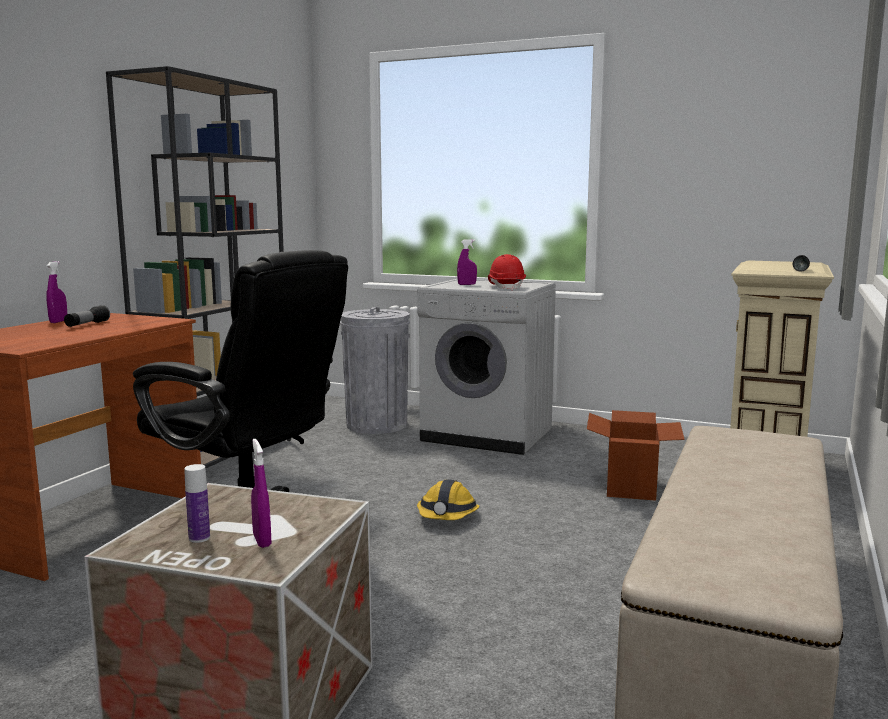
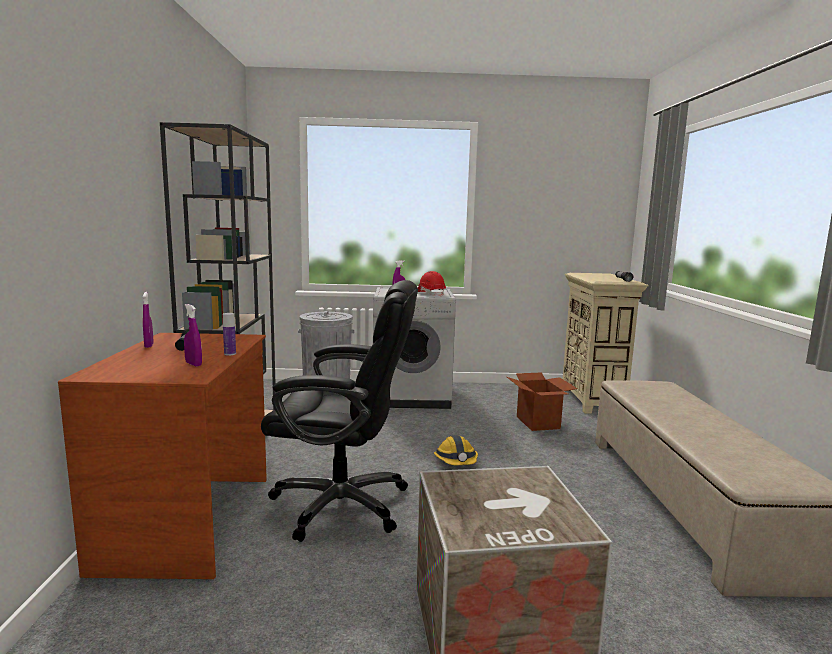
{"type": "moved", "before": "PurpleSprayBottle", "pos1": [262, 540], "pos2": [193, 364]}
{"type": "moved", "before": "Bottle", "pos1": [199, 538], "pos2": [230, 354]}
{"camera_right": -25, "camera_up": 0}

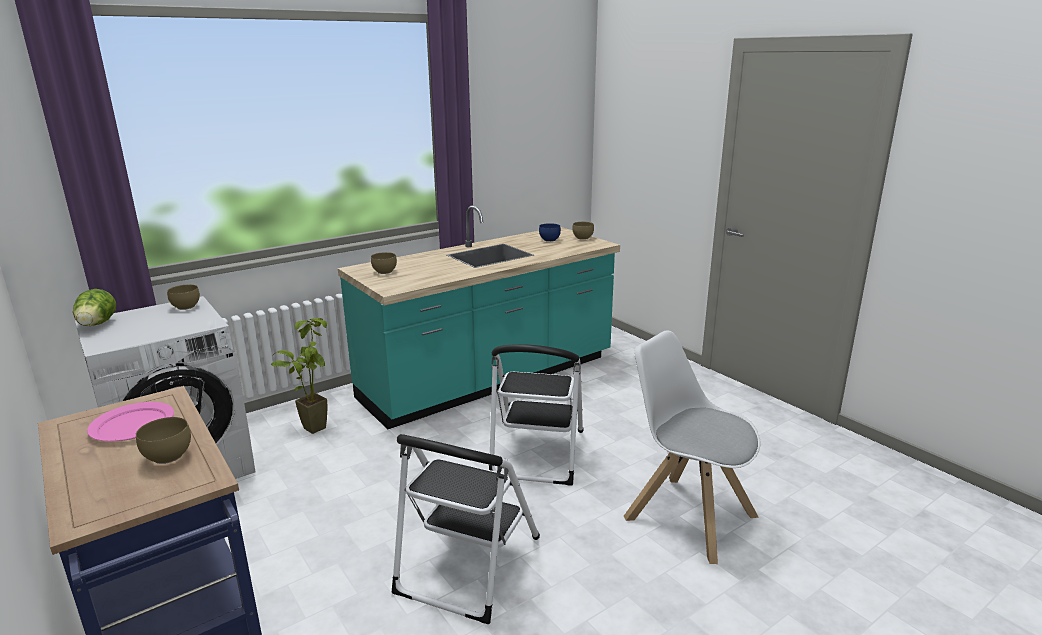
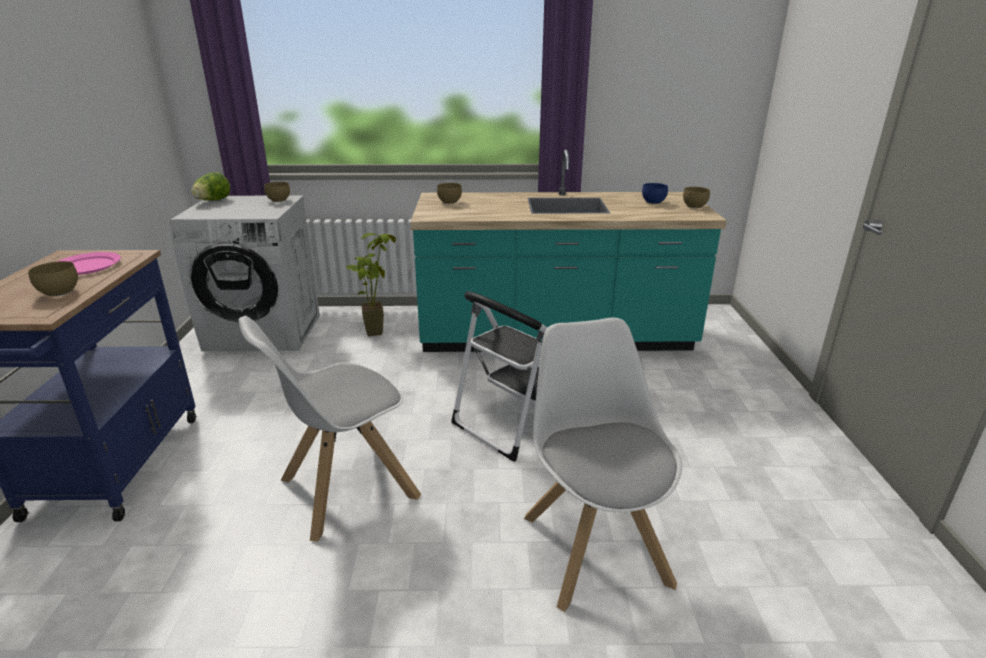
{"type": "replaced", "before": "StepLadder", "after": "Chair", "pos1": [466, 567], "pos2": [345, 489]}
{"camera_right": 35, "camera_up": 5}

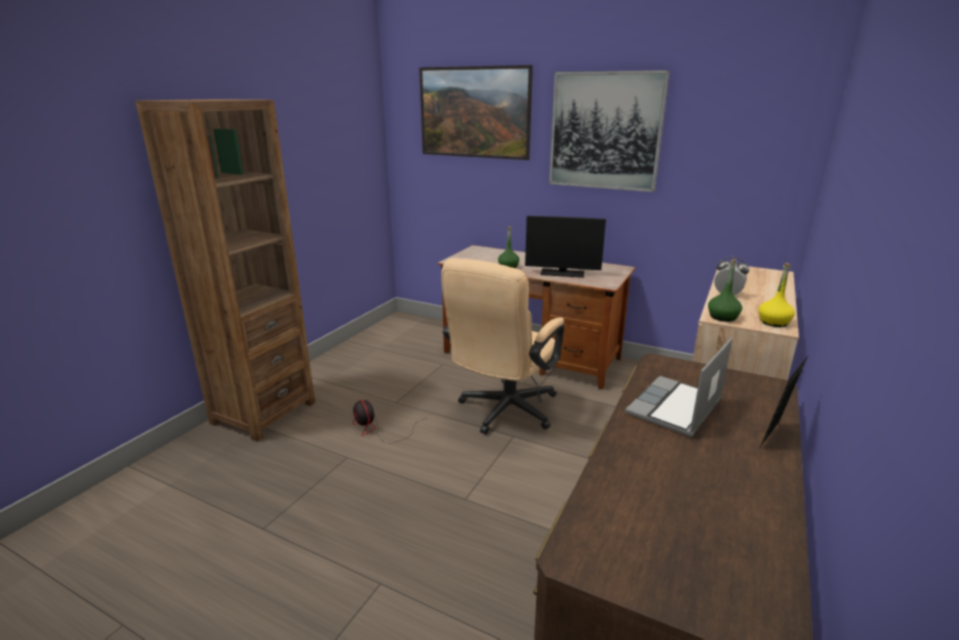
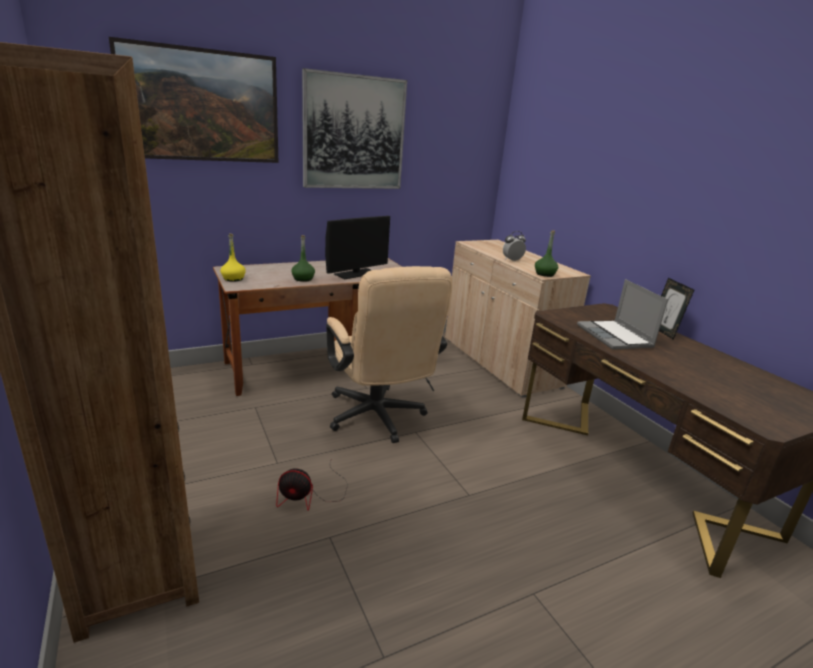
{"type": "moved", "before": "YellowBottle", "pos1": [774, 322], "pos2": [233, 279]}
{"camera_right": -55, "camera_up": 0}

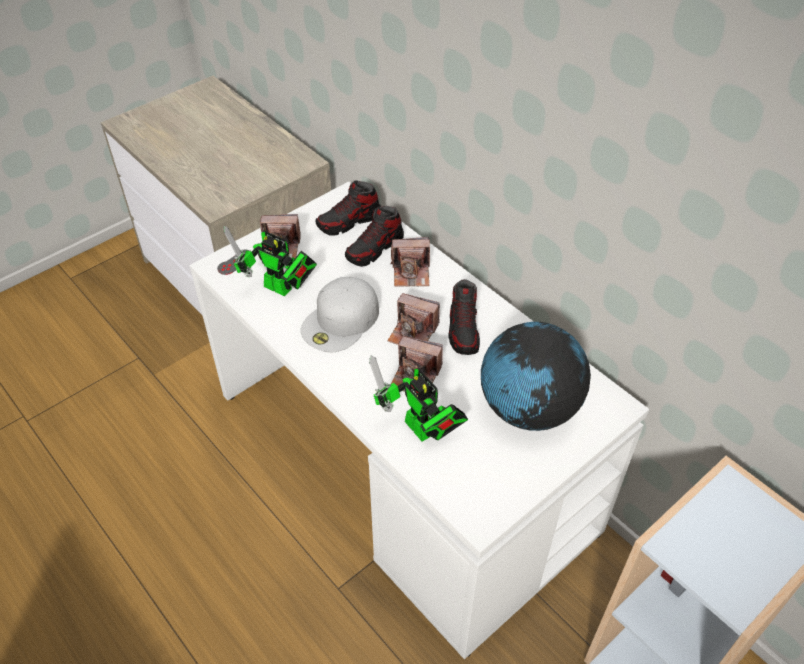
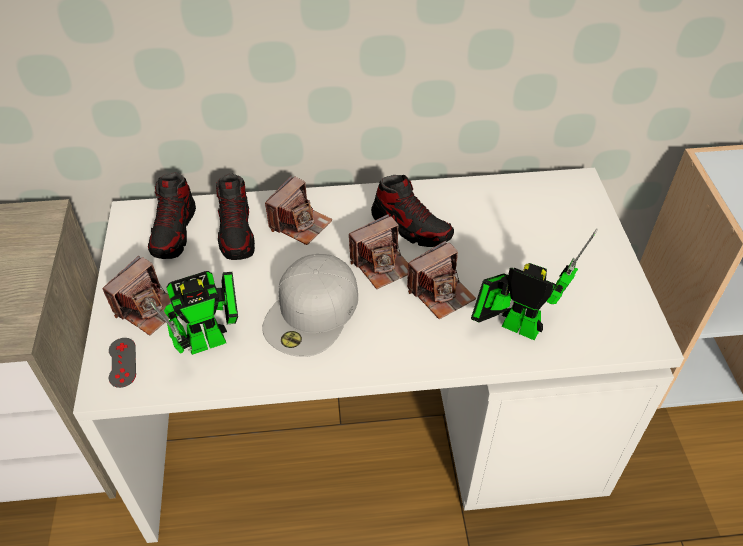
{"type": "turned", "before": "WhiteCap", "pos1": [341, 321], "pos2": [312, 312], "turn": 45}
{"type": "removed", "before": "Globe", "pos1": [528, 408]}
{"type": "turned", "before": "ToyRobot", "pos1": [422, 432], "pos2": [514, 325], "turn": -150}
{"camera_right": -55, "camera_up": 0}

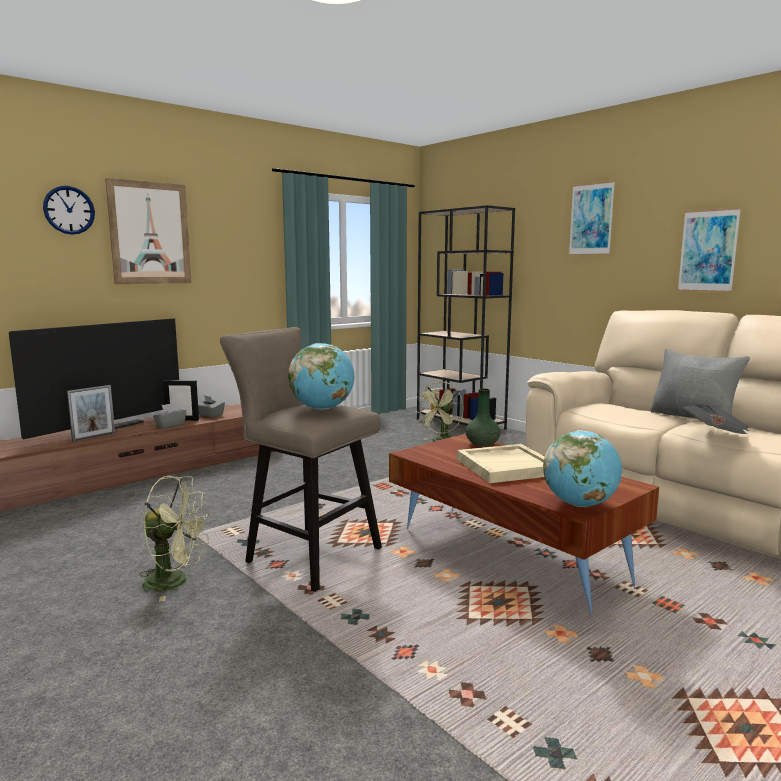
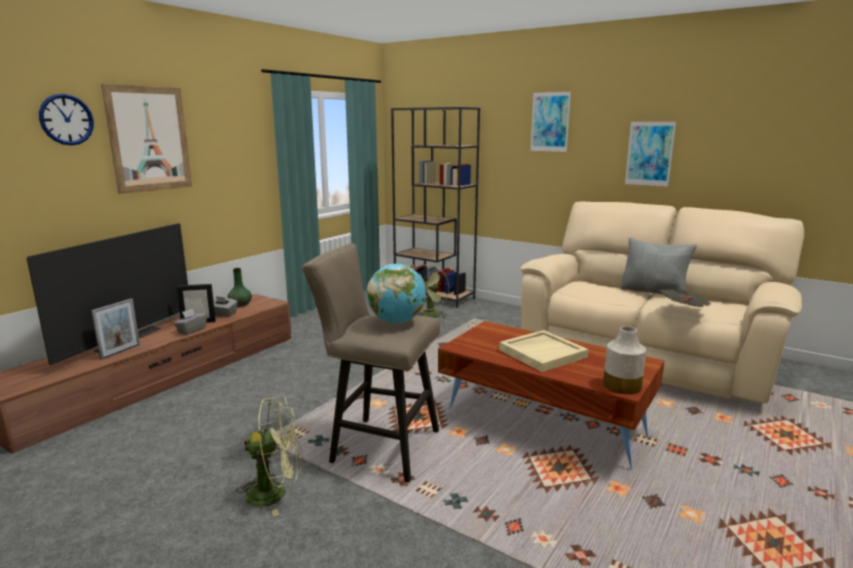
{"type": "moved", "before": "GreenVase", "pos1": [482, 444], "pos2": [240, 305]}
{"type": "replaced", "before": "Globe", "after": "BeigeVase", "pos1": [580, 504], "pos2": [622, 385]}
{"camera_right": -15, "camera_up": 5}

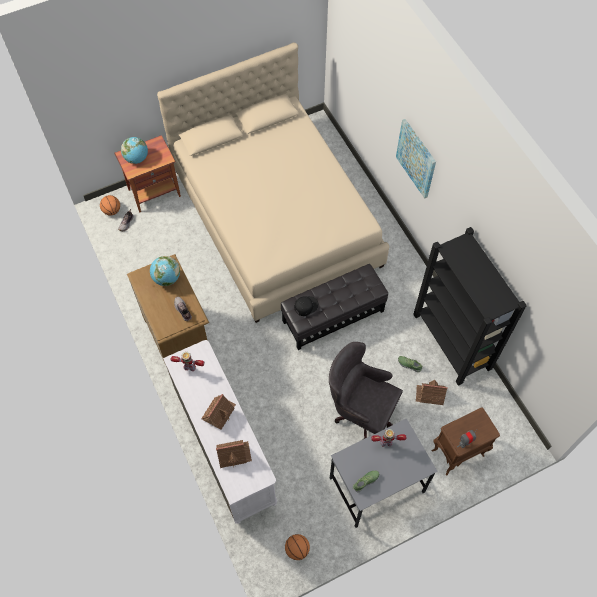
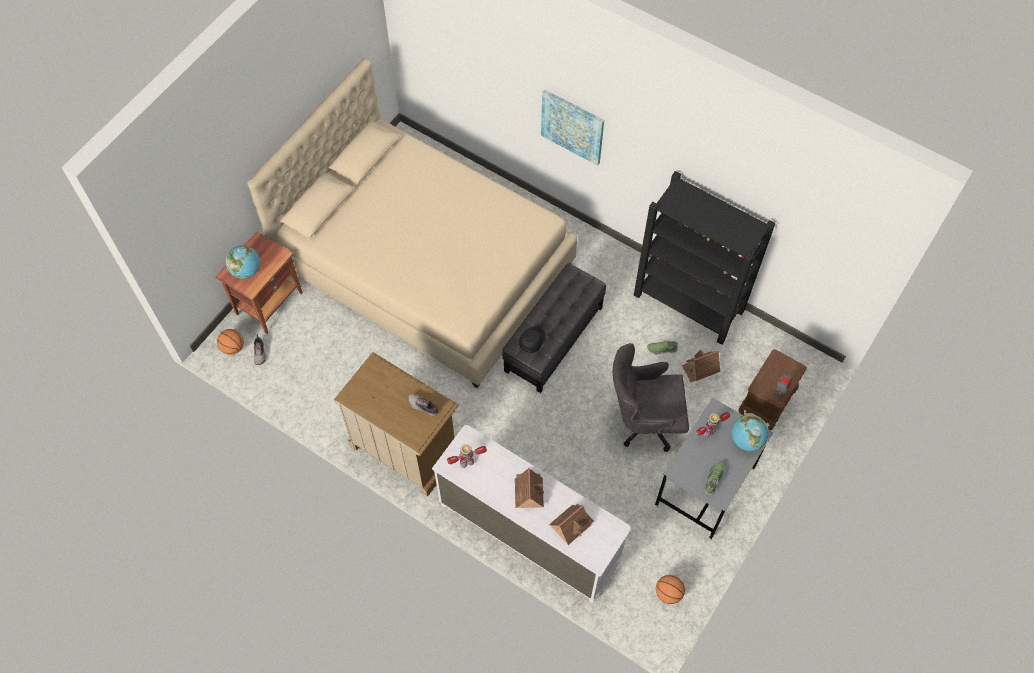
{"type": "moved", "before": "Globe", "pos1": [166, 278], "pos2": [746, 440]}
{"camera_right": -30, "camera_up": 0}

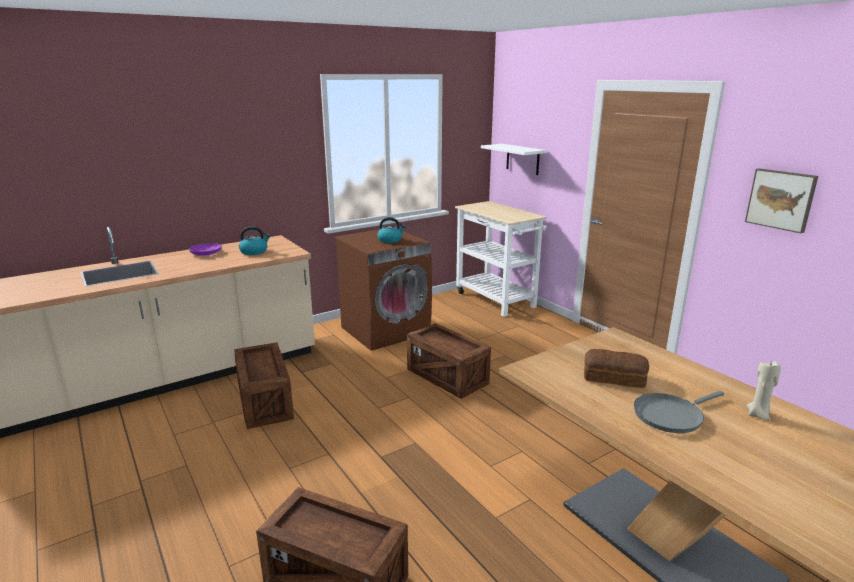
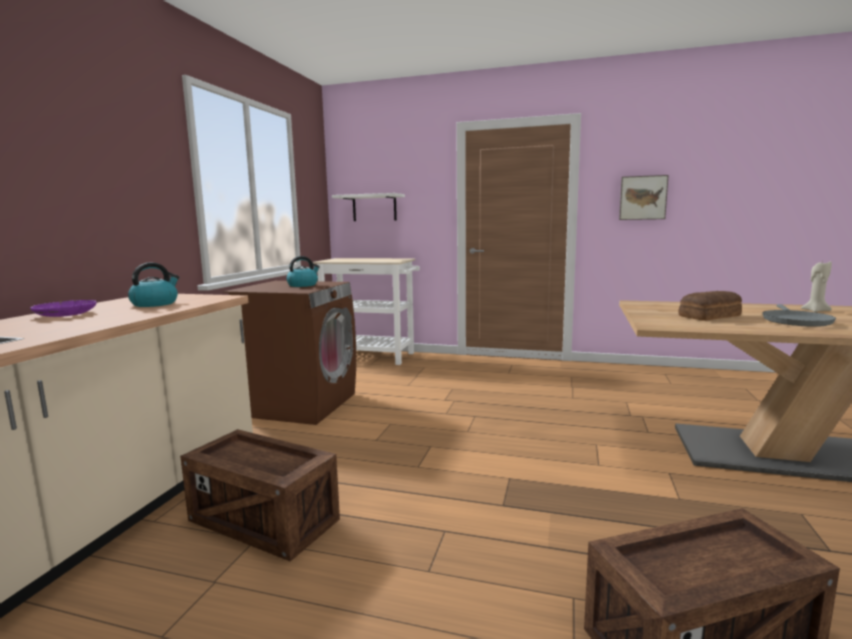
{"type": "removed", "before": "Crate", "pos1": [447, 377]}
{"camera_right": -40, "camera_up": -10}

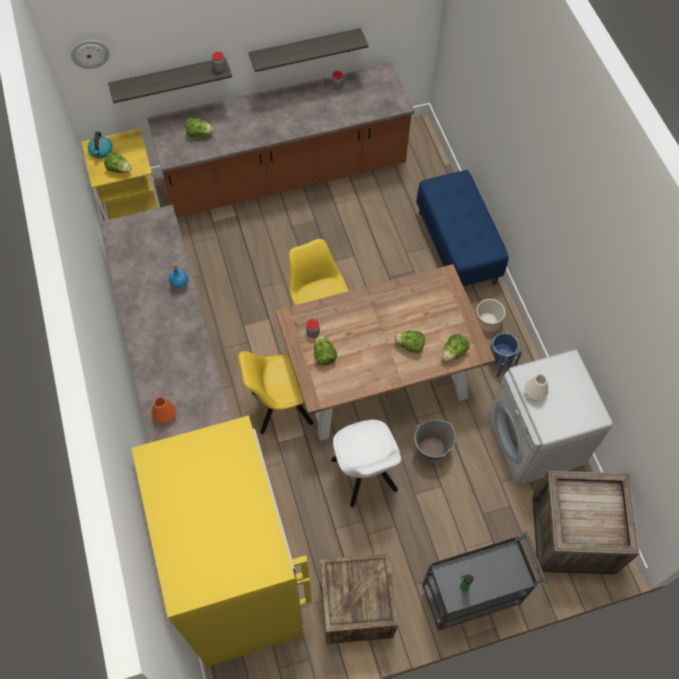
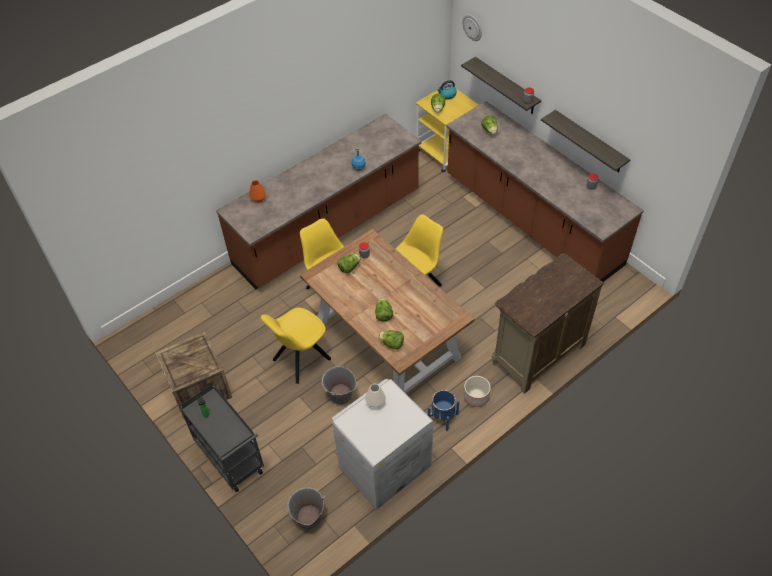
{"type": "replaced", "before": "BlueBench", "after": "BeigeDresser", "pos1": [457, 247], "pos2": [536, 353]}
{"type": "removed", "before": "YellowFridge", "pos1": [239, 581]}
{"type": "recoloured", "before": "WhiteChair", "after": "YellowChair", "pos1": [365, 475], "pos2": [301, 359]}
{"type": "replaced", "before": "Crate", "after": "GreyBucket", "pos1": [572, 535], "pos2": [308, 517]}
{"camera_right": 70, "camera_up": -10}

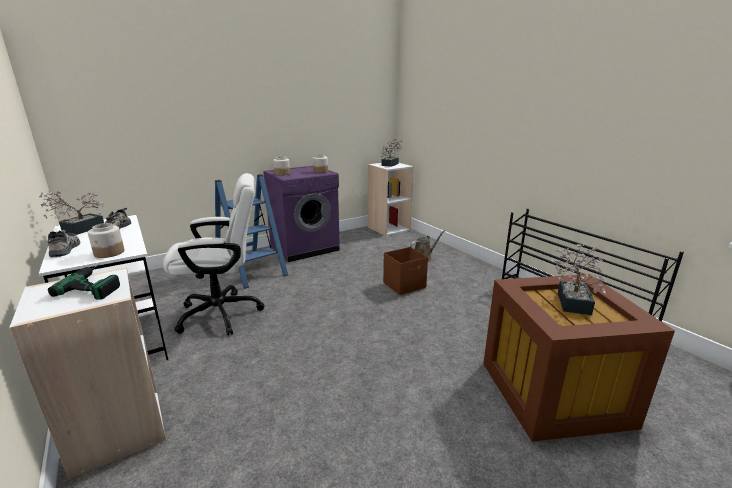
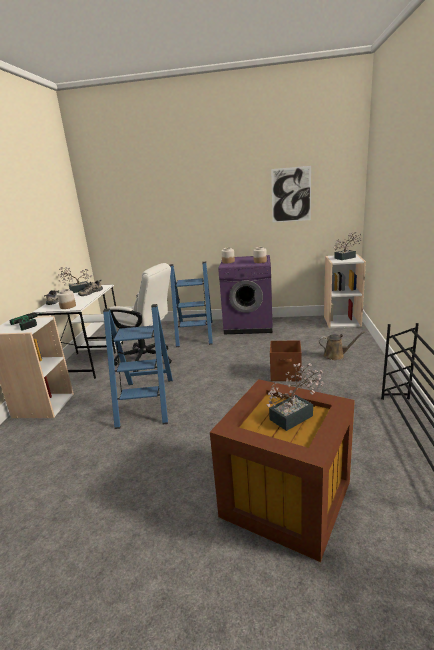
{"type": "added", "after": "Picture", "pos2": [291, 195]}
{"type": "added", "after": "BlueStepLadder", "pos2": [146, 401]}
{"camera_right": 40, "camera_up": 0}

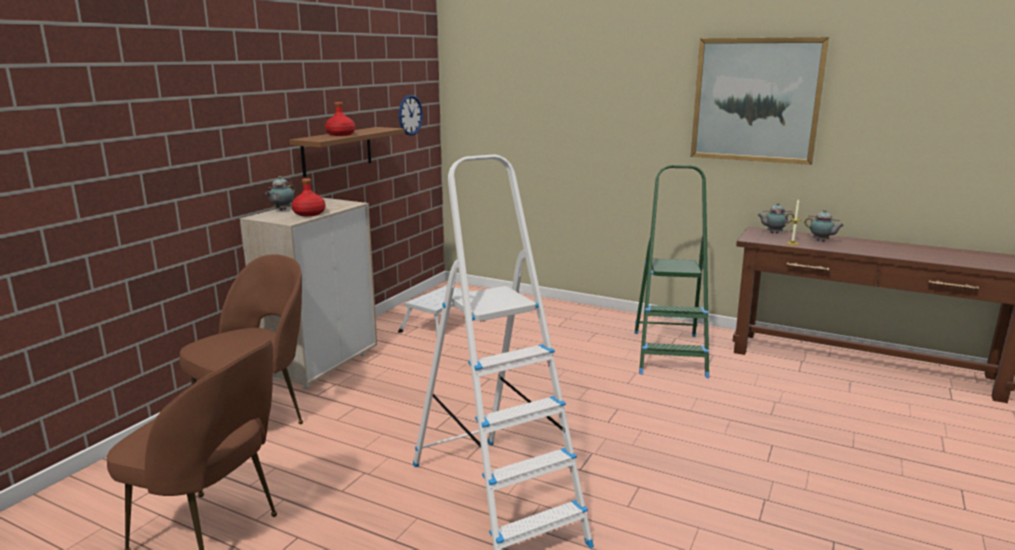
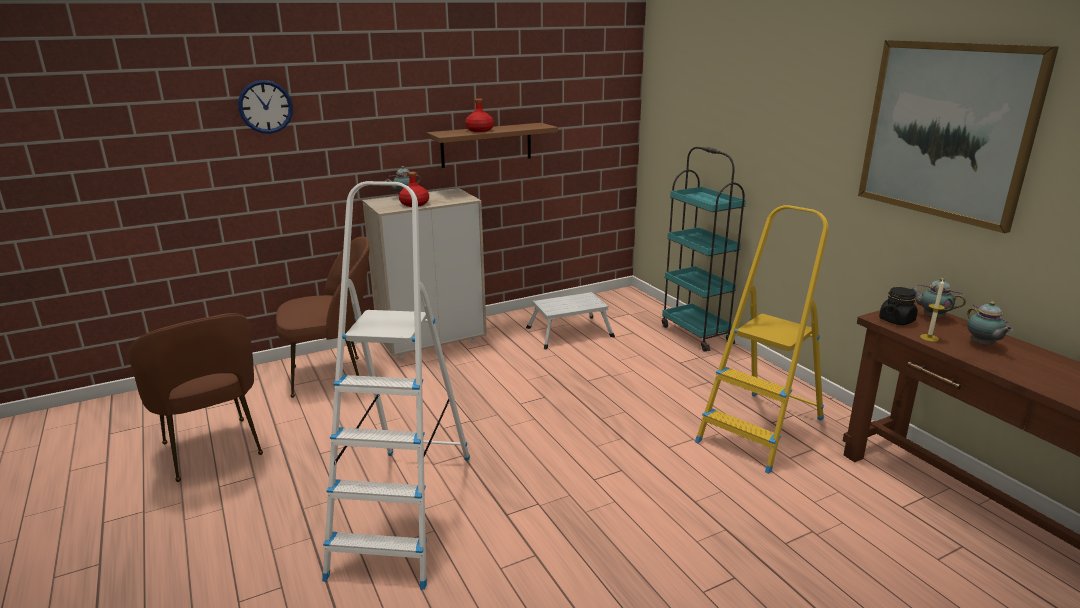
{"type": "moved", "before": "WallClock", "pos1": [410, 115], "pos2": [265, 107]}
{"type": "recoloured", "before": "GreenStepLadder", "after": "YellowStepLadder", "pos1": [669, 353], "pos2": [760, 430]}
{"type": "added", "after": "TurquoiseCart", "pos2": [696, 335]}
{"type": "added", "after": "BlackJar", "pos2": [896, 320]}
{"camera_right": 35, "camera_up": 5}

